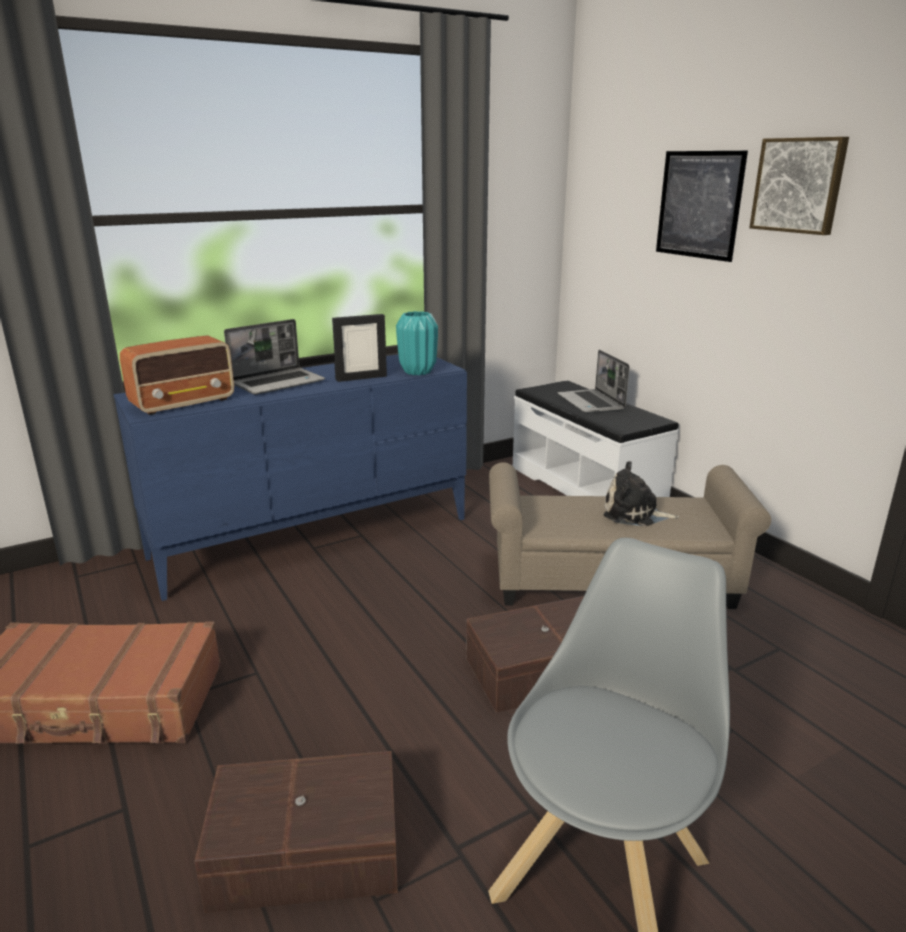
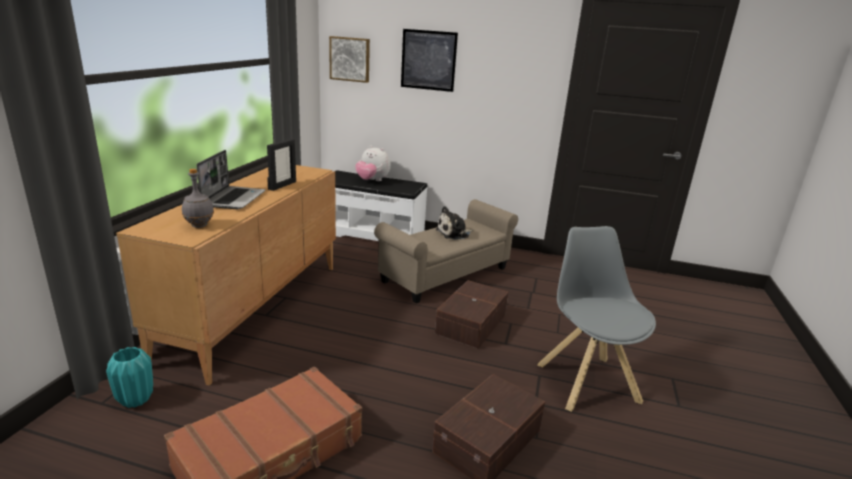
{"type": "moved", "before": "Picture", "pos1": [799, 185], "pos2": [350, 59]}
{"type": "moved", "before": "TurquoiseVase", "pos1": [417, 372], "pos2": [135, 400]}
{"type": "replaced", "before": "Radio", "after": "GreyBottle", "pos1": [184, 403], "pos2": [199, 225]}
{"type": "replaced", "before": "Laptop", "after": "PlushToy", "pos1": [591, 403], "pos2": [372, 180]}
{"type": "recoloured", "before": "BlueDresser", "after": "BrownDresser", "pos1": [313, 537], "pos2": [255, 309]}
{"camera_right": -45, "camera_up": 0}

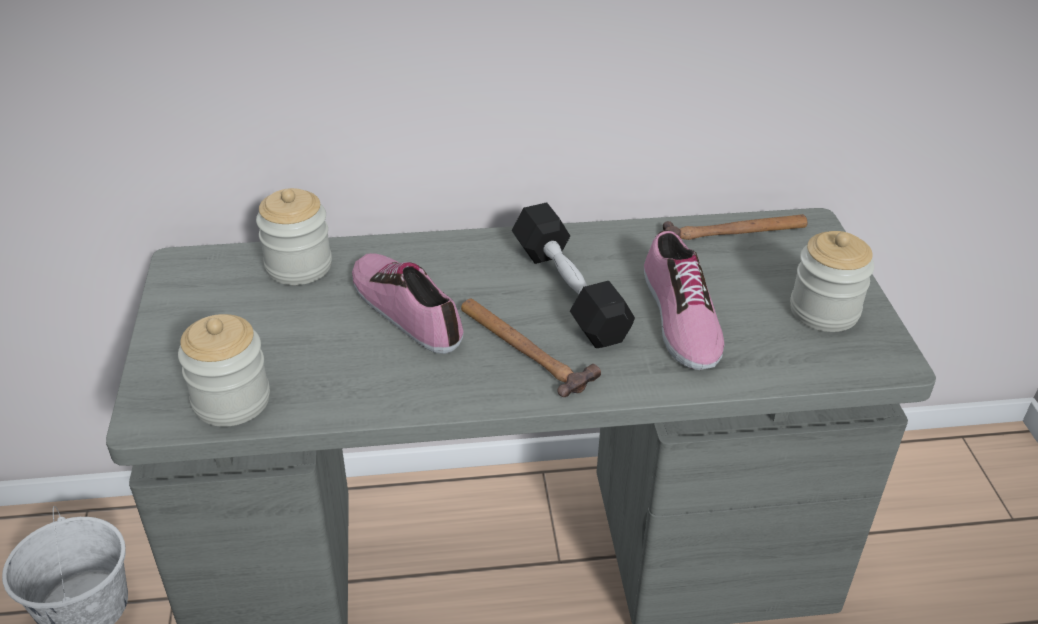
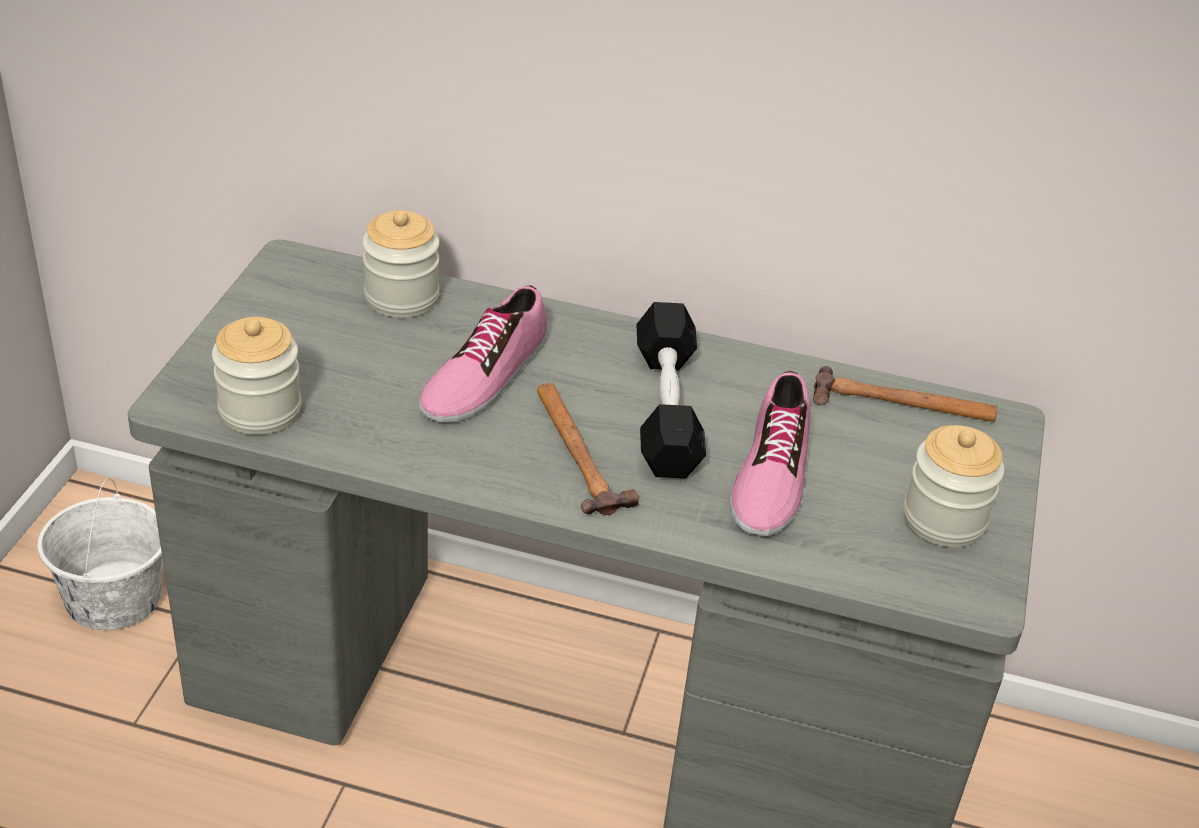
{"type": "turned", "before": "Shoe", "pos1": [407, 309], "pos2": [483, 375], "turn": -135}
{"camera_right": 20, "camera_up": 0}

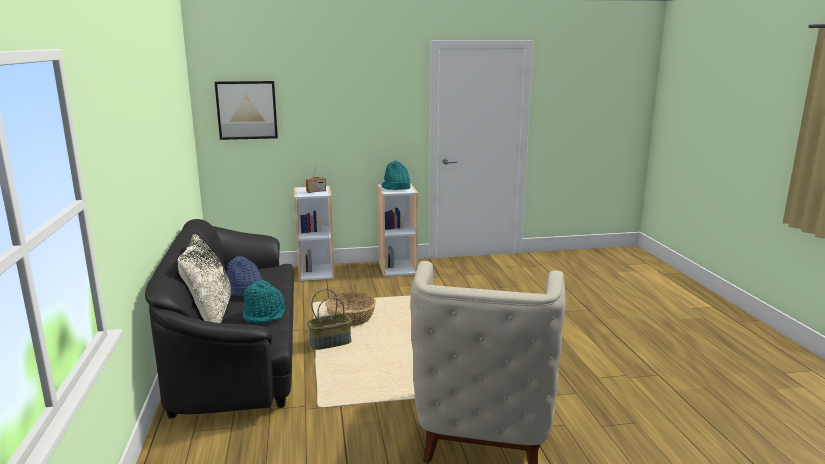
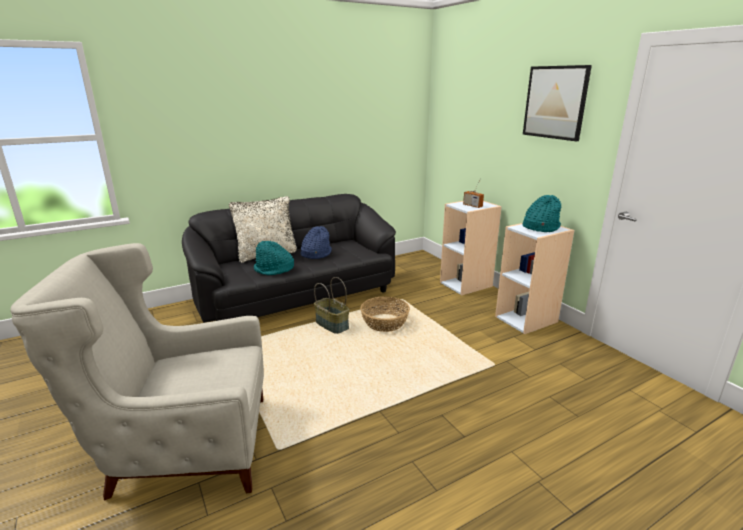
{"type": "moved", "before": "Picture", "pos1": [247, 110], "pos2": [555, 102]}
{"camera_right": 70, "camera_up": 5}

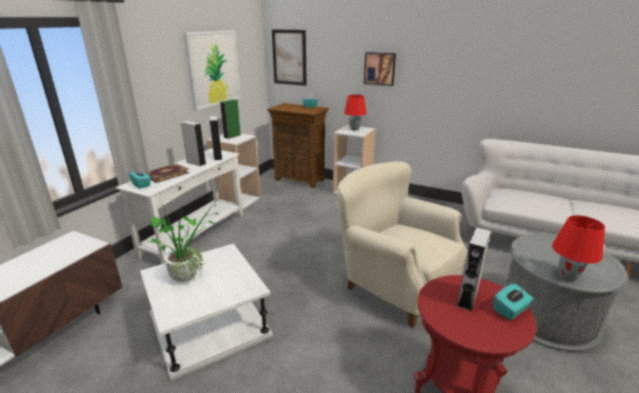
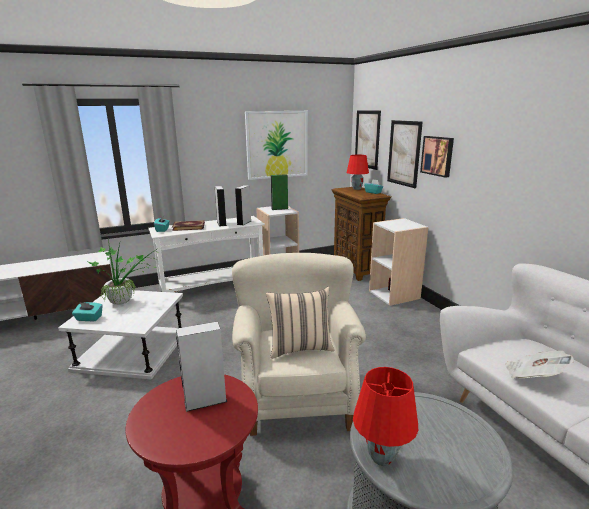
{"type": "moved", "before": "RedTableLamp", "pos1": [354, 129], "pos2": [356, 189]}
{"type": "moved", "before": "TurquoiseTissueBox", "pos1": [510, 310], "pos2": [89, 318]}
{"type": "added", "after": "Picture", "pos2": [404, 153]}
{"type": "added", "after": "BeigePillow", "pos2": [300, 348]}
{"type": "added", "after": "Newspaper", "pos2": [533, 376]}
{"camera_right": 40, "camera_up": -5}

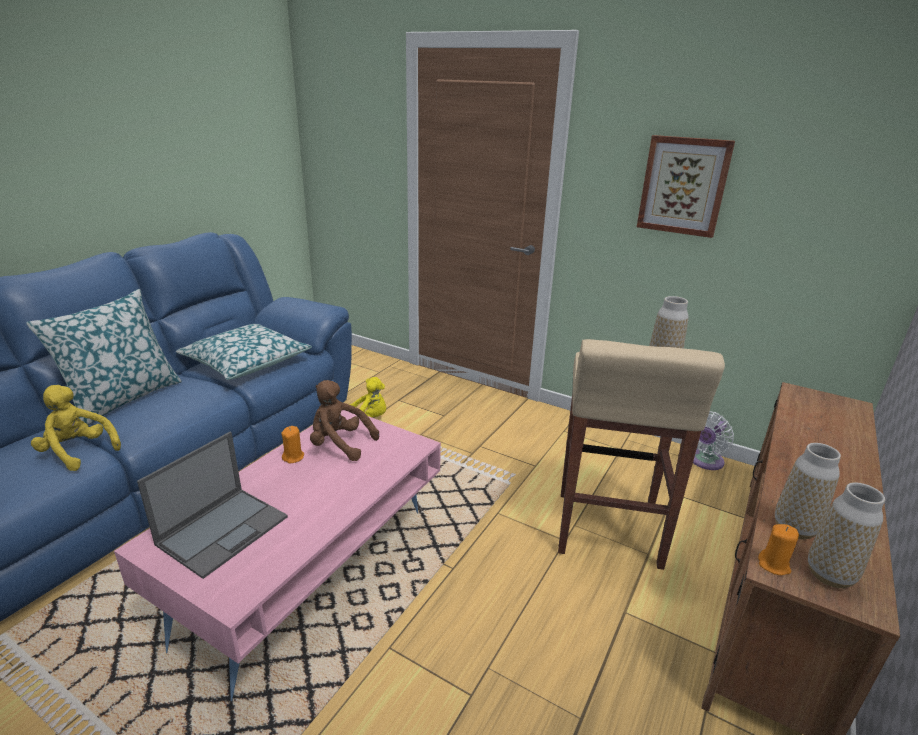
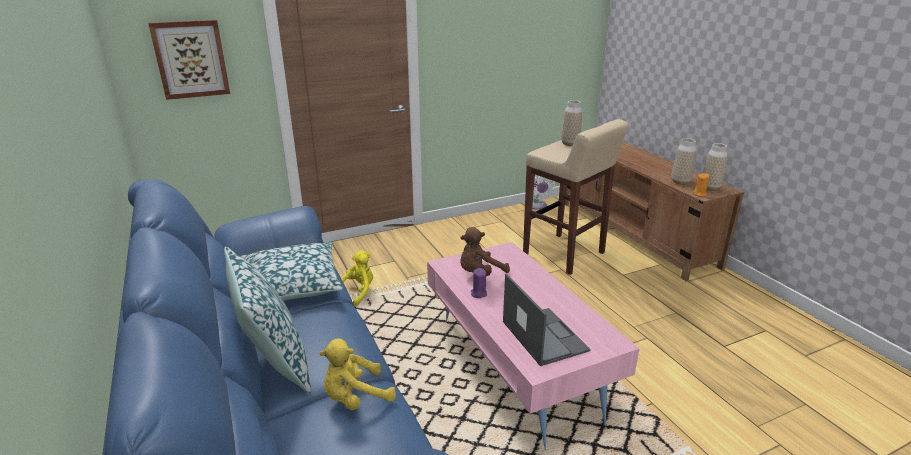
{"type": "moved", "before": "Picture", "pos1": [683, 186], "pos2": [191, 59]}
{"type": "recoloured", "before": "OrangeCandle", "after": "PurpleCandle", "pos1": [293, 457], "pos2": [478, 293]}
{"camera_right": -55, "camera_up": 0}

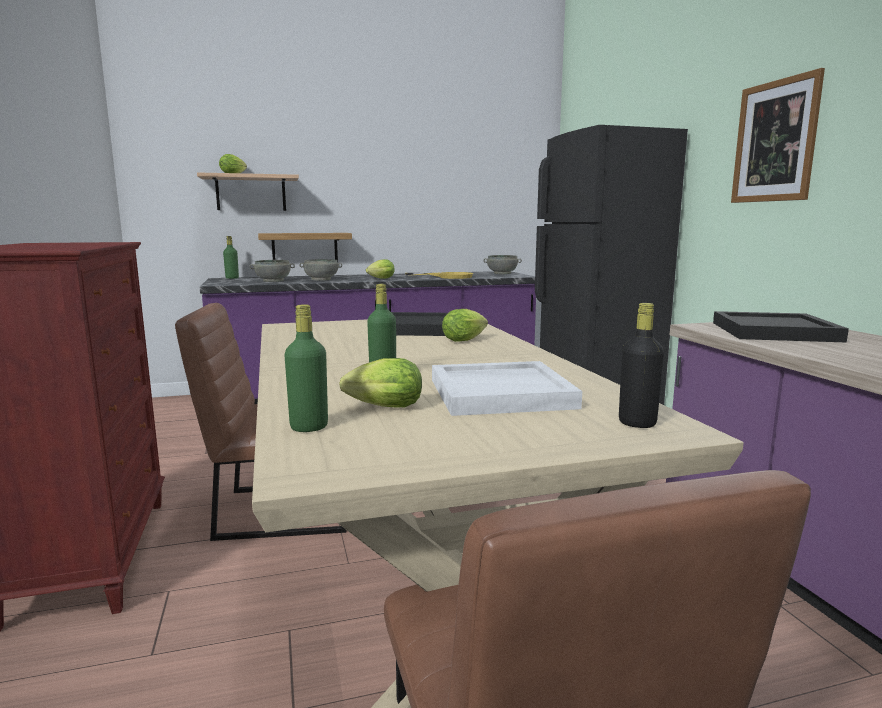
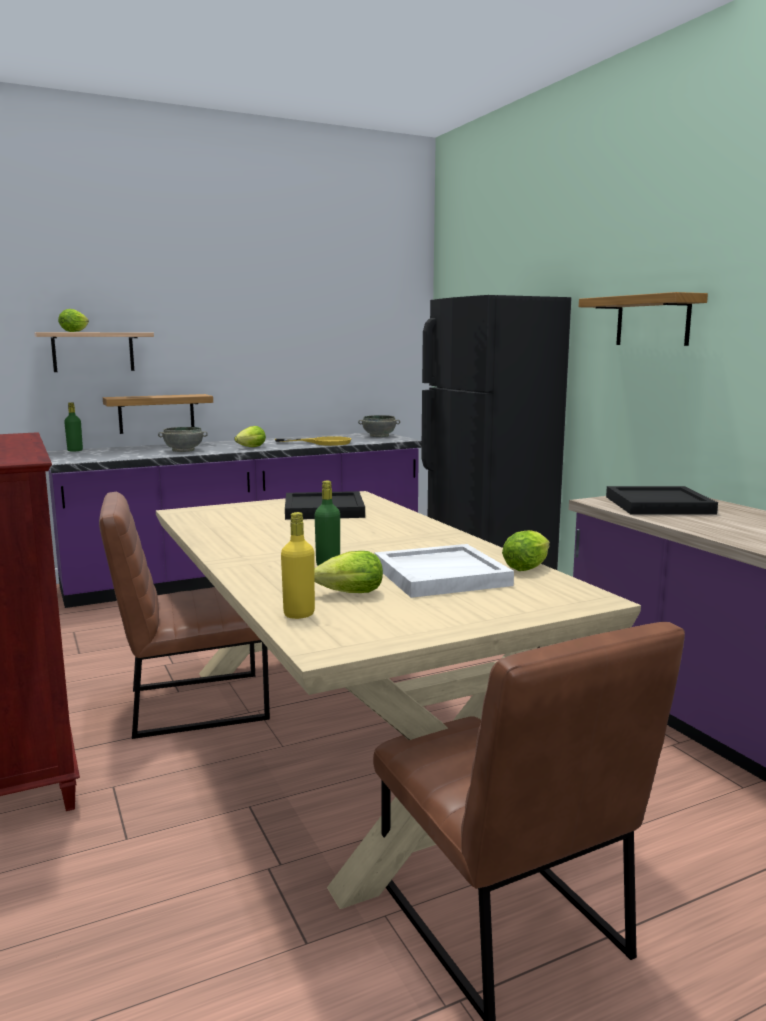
{"type": "replaced", "before": "Picture", "after": "Shelf", "pos1": [775, 141], "pos2": [652, 321]}
{"type": "removed", "before": "GreyBowl", "pos1": [273, 281]}
{"type": "removed", "before": "BlackBottle", "pos1": [637, 423]}
{"type": "recoloured", "before": "GreenBottle", "after": "YellowBottle", "pos1": [309, 427], "pos2": [299, 614]}
{"type": "moved", "before": "Lettuce", "pos1": [466, 340], "pos2": [528, 567]}
{"camera_right": -10, "camera_up": 0}

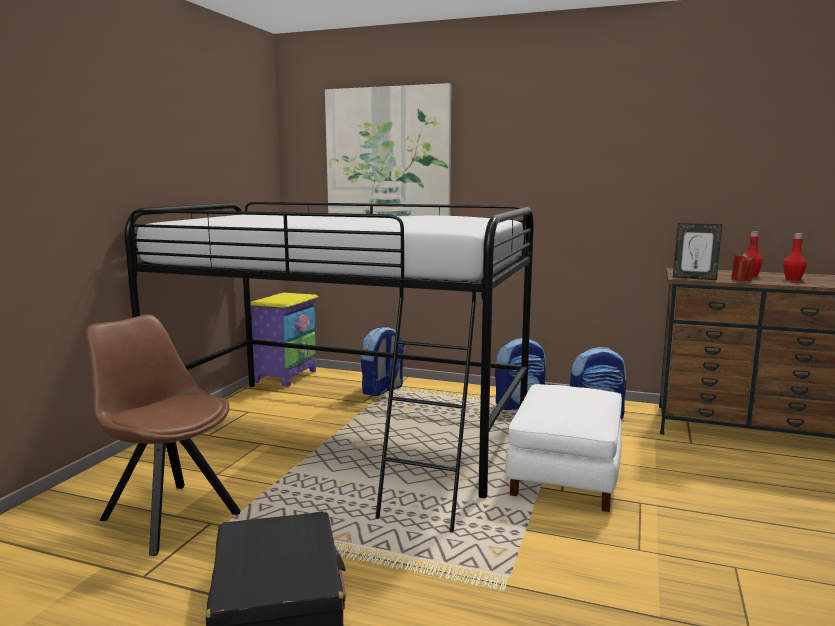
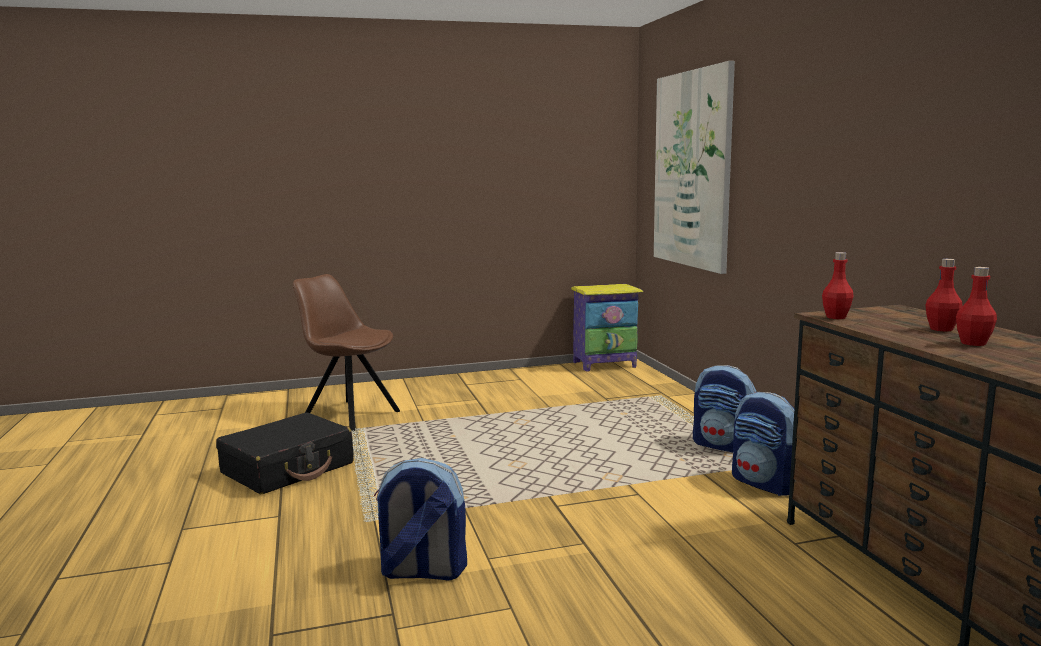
{"type": "removed", "before": "BlackBed", "pos1": [345, 432]}
{"type": "replaced", "before": "PictureFrame", "after": "RedBottle", "pos1": [694, 278], "pos2": [836, 317]}
{"type": "removed", "before": "RedCandle", "pos1": [741, 279]}
{"type": "turned", "before": "BrownChair", "pos1": [169, 516], "pos2": [350, 415], "turn": -60}
{"type": "moved", "before": "Backpack", "pos1": [382, 390], "pos2": [422, 571]}
{"type": "removed", "before": "WhiteOttoman", "pos1": [564, 475]}
{"camera_right": 55, "camera_up": 0}

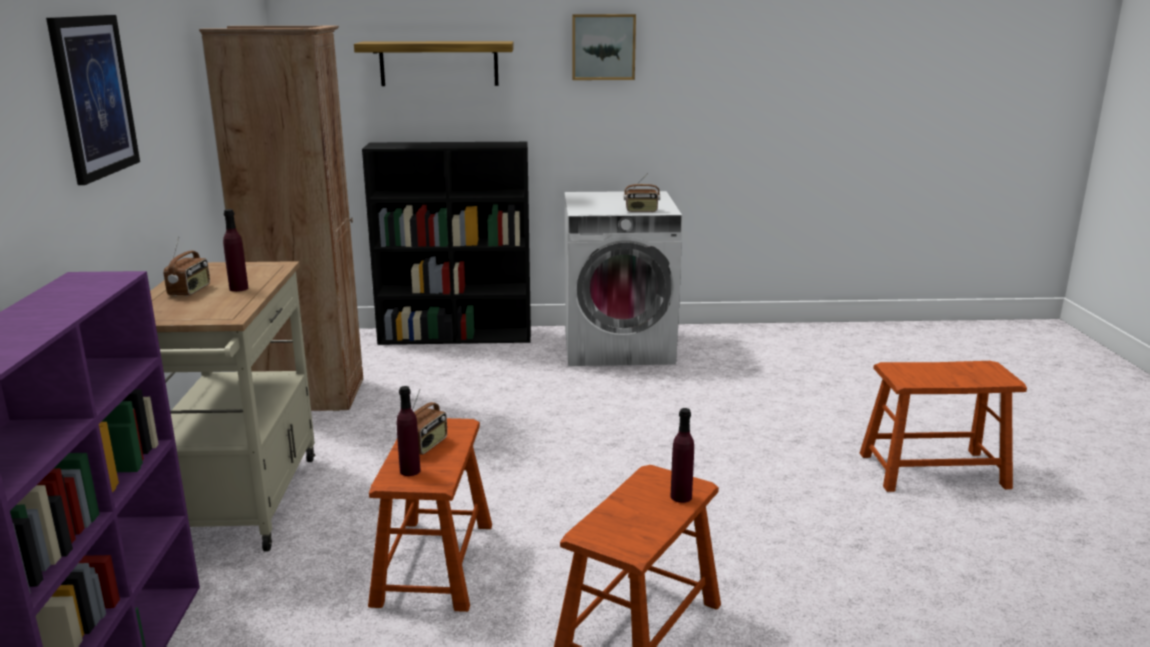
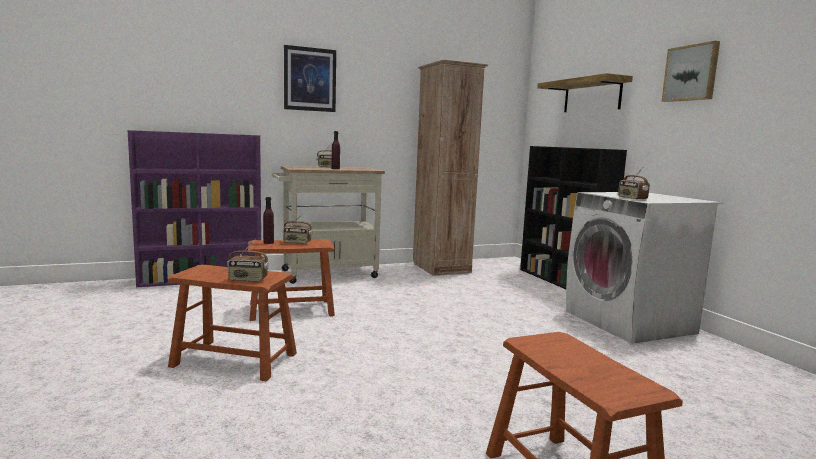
{"type": "replaced", "before": "PurpleBottle", "after": "Radio", "pos1": [681, 497], "pos2": [248, 280]}
{"camera_right": 70, "camera_up": -10}

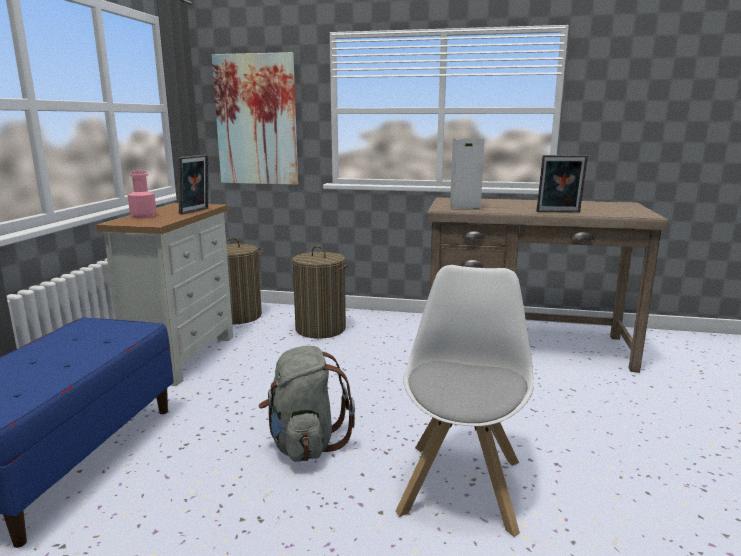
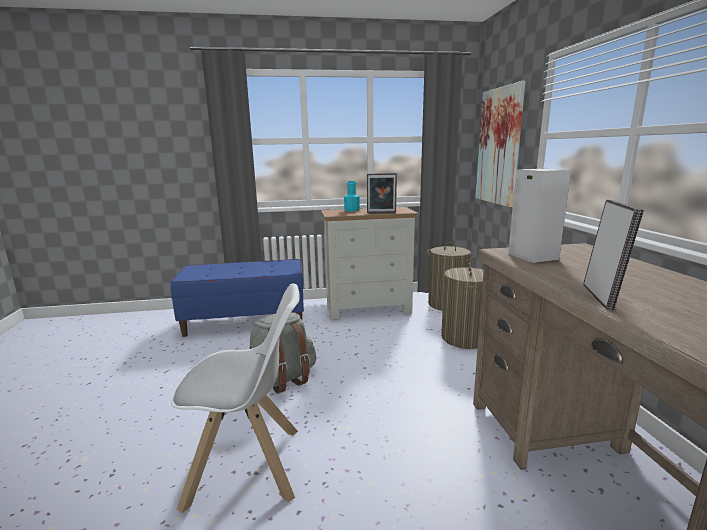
{"type": "turned", "before": "PictureFrame", "pos1": [558, 212], "pos2": [602, 297], "turn": -150}
{"type": "recoloured", "before": "PinkBottle", "after": "TurquoiseBottle", "pos1": [143, 216], "pos2": [351, 210]}
{"camera_right": 70, "camera_up": 0}

